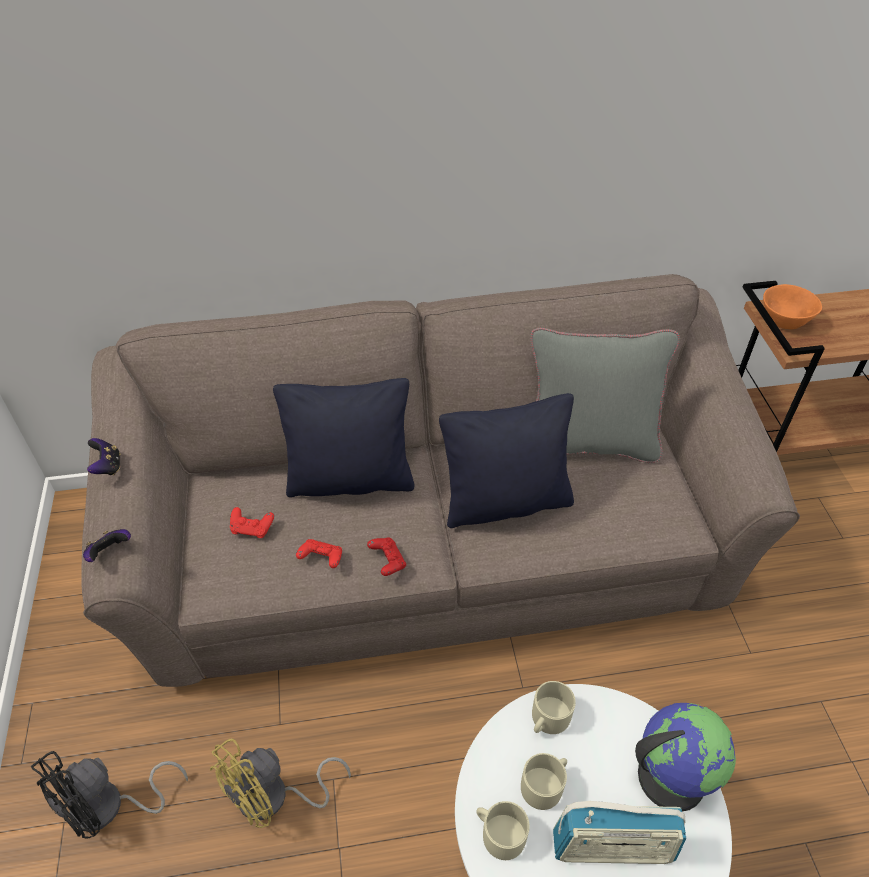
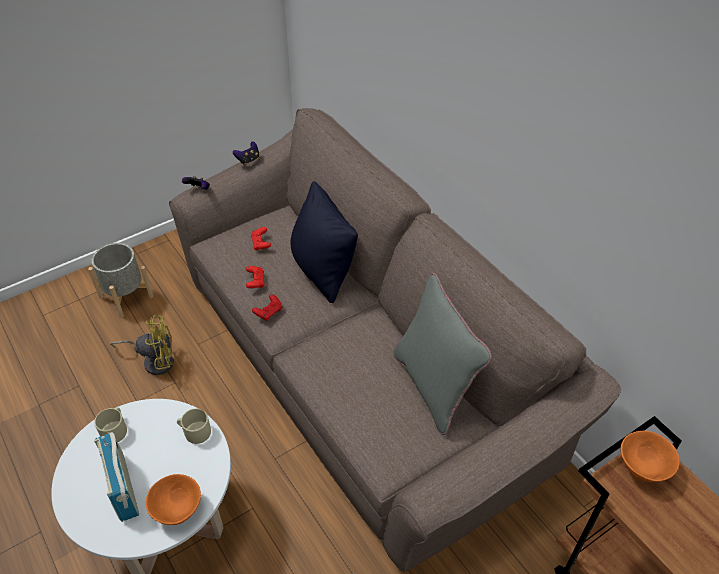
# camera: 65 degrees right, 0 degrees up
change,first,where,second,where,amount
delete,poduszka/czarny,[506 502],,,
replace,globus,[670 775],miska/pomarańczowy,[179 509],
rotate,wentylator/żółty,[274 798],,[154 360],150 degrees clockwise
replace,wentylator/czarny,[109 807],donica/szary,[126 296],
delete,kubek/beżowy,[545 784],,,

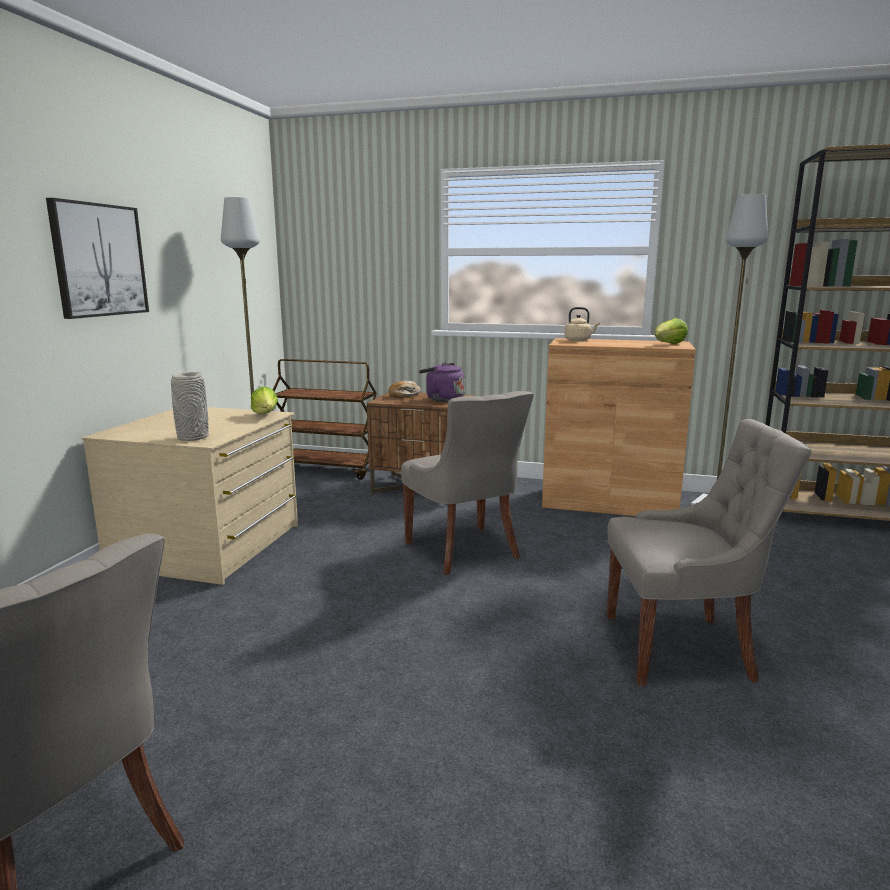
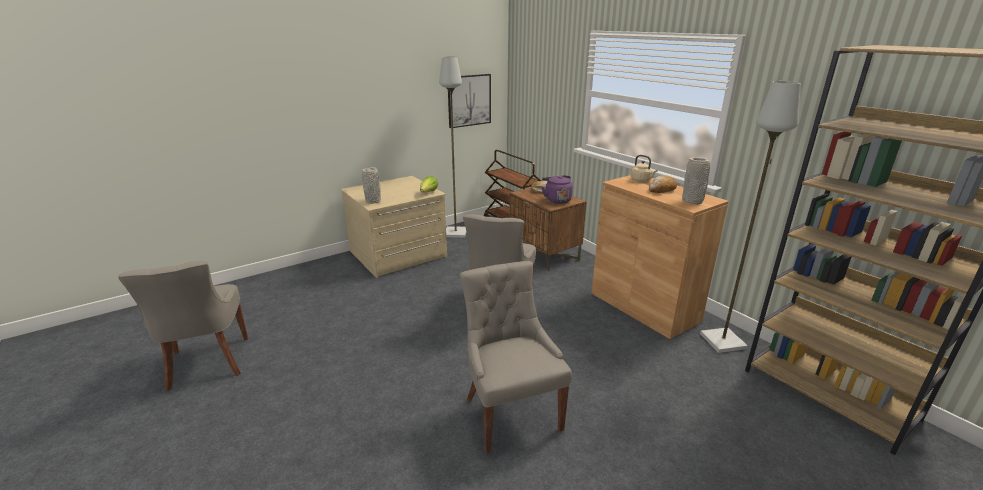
# camera: 40 degrees right, 10 degrees up
change,first,where,second,where,amount
move,obraz,[99 260],,[469 100],
replace,sałata,[668 344],wazon/szary,[693 201],
rotate,krzesło/szary,[681 648],,[510 412],150 degrees counterclockwise
insert,,,chleb,[661 189],

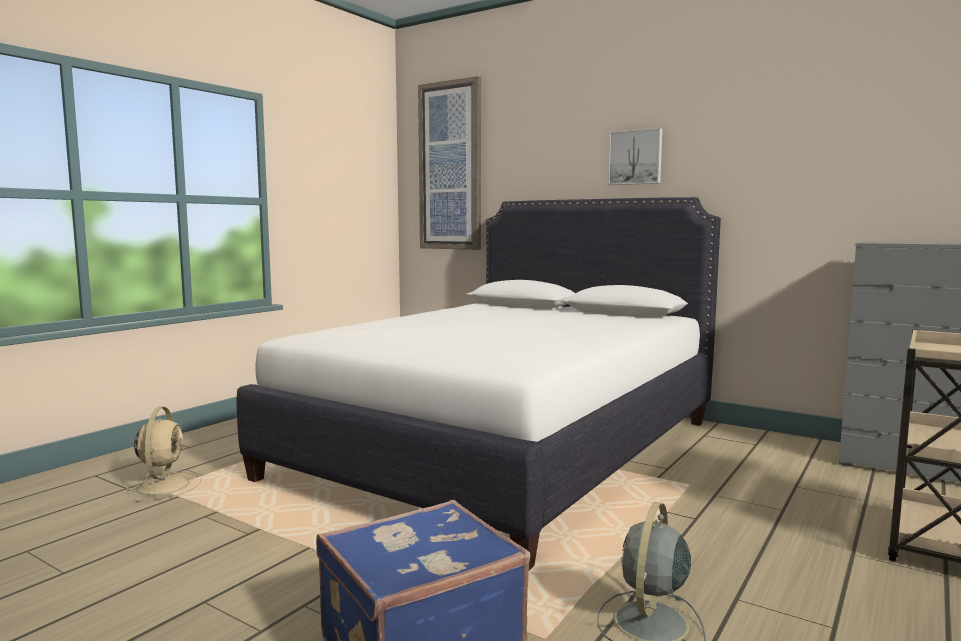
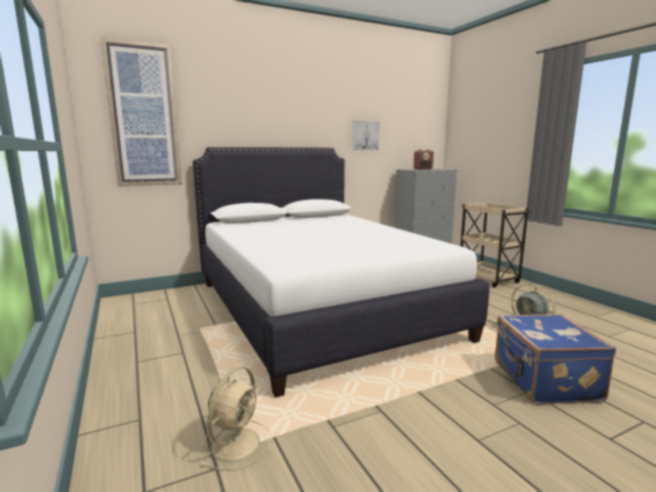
# camera: 60 degrees left, 5 degrees up
change,first,where,second,where,amount
move,obraz,[635 157],,[365 136],
rotate,wentylator/beżowy,[164 485],,[236 443],90 degrees clockwise
insert,,,radio,[423 169],

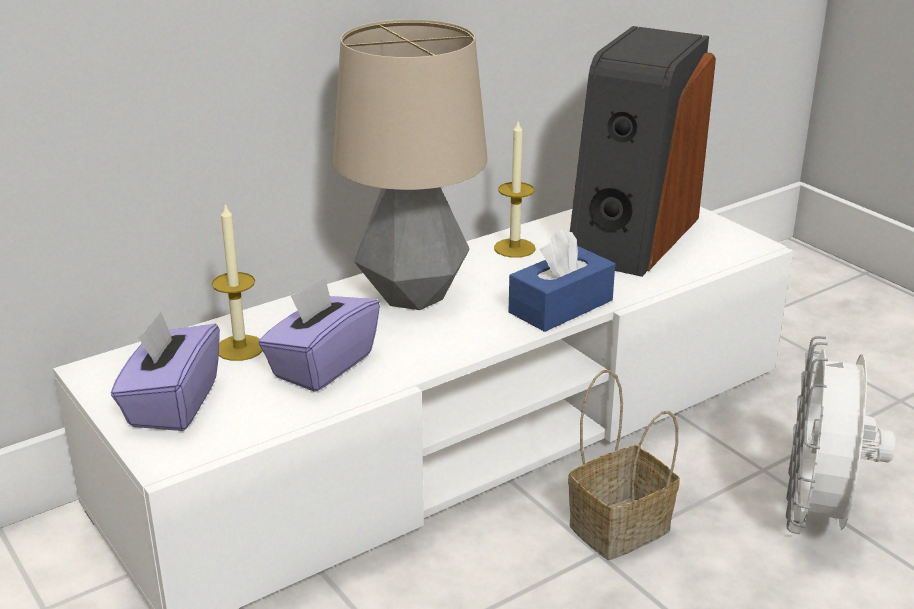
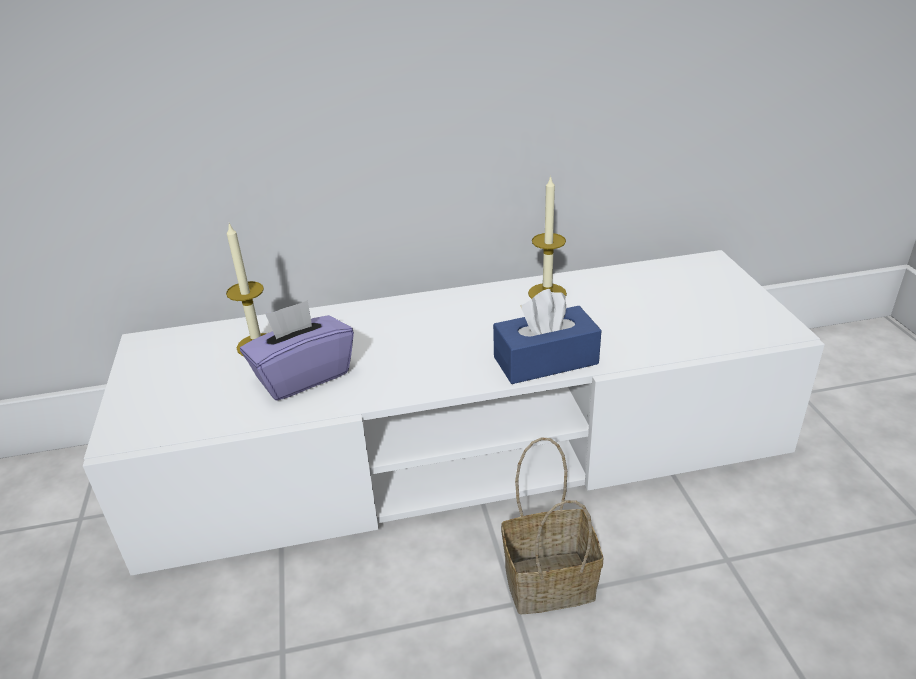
# camera: 25 degrees right, 5 degrees up
change,first,where,second,where,amount
delete,lampa stołowa,[412 295],,,
delete,głośnik,[631 237],,,
delete,pudełko chusteczek/fioletowy,[172 404],,,
delete,wentylator/biały,[818 517],,,

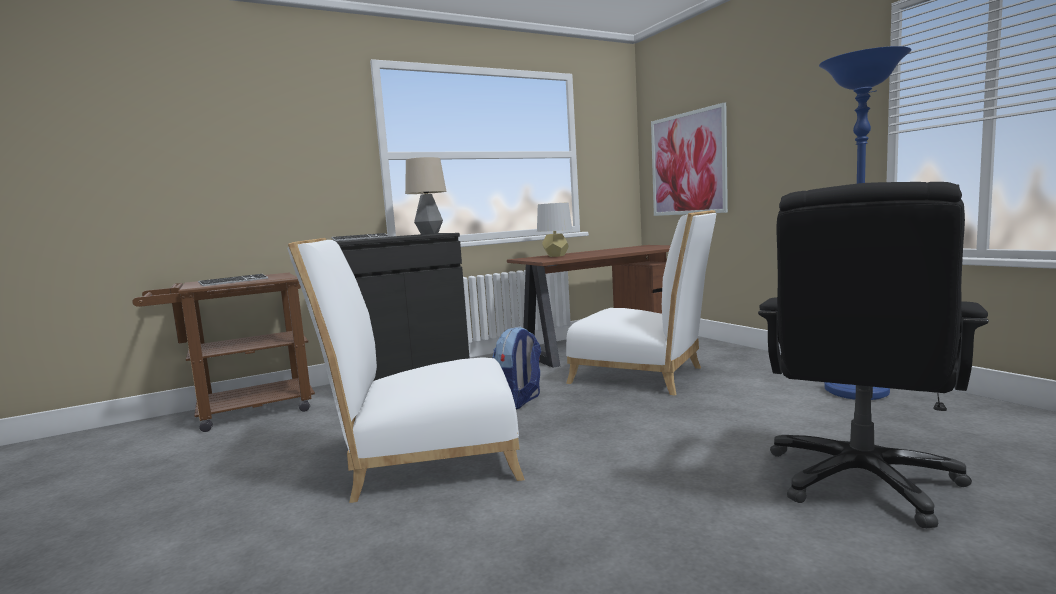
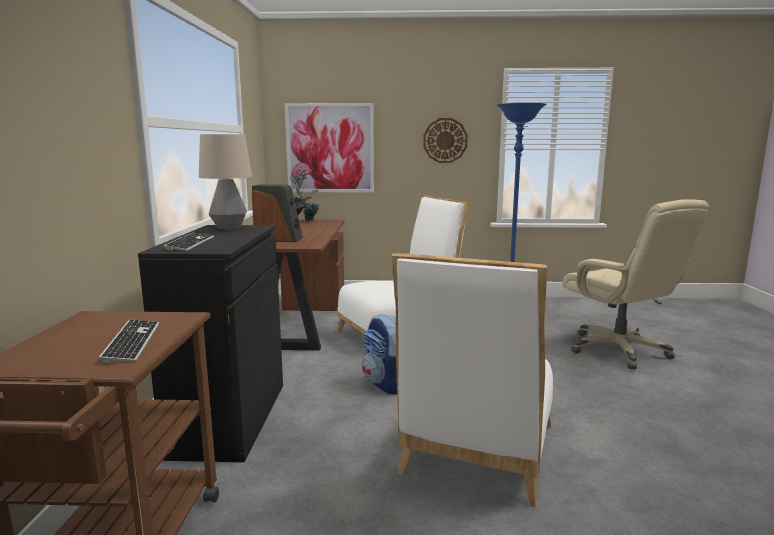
# camera: 60 degrees left, 5 degrees up
change,first,where,second,where,amount
recolor,krzesło biurowe/czarny,[861 480],krzesło biurowe/beżowy,[619 350],
replace,lampa stołowa/szary,[556 256],głośnik,[278 239],
insert,,,zegar ścienny,[445 140],
insert,,,roślina doniczkowa,[306 221],

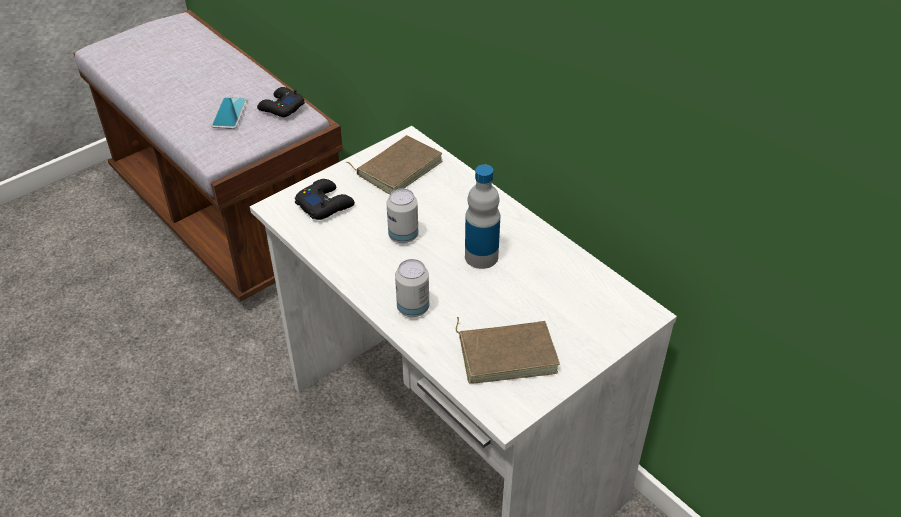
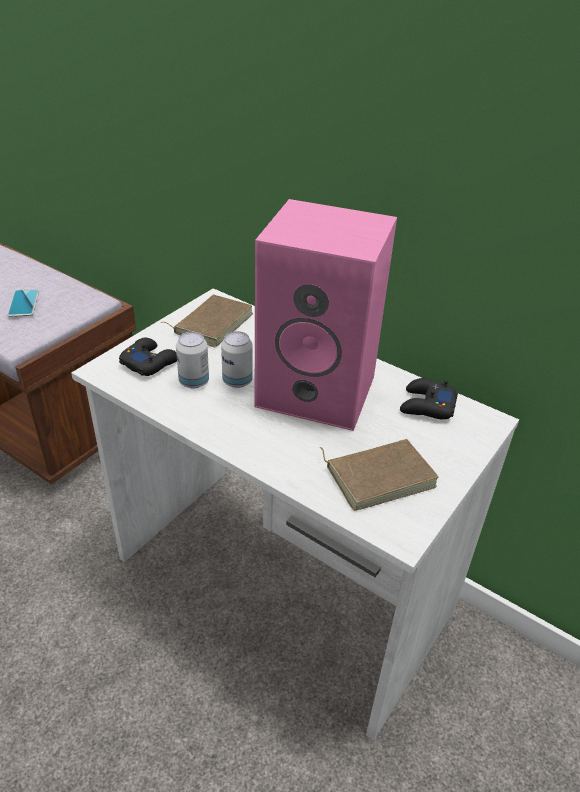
# camera: 15 degrees left, 5 degrees down
change,first,where,second,where,amount
move,pad do gier/czarny,[281 107],,[427 406],
replace,butelka,[481 257],głośnik/różowy,[319 390],
move,puszka,[413 308],,[194 382],

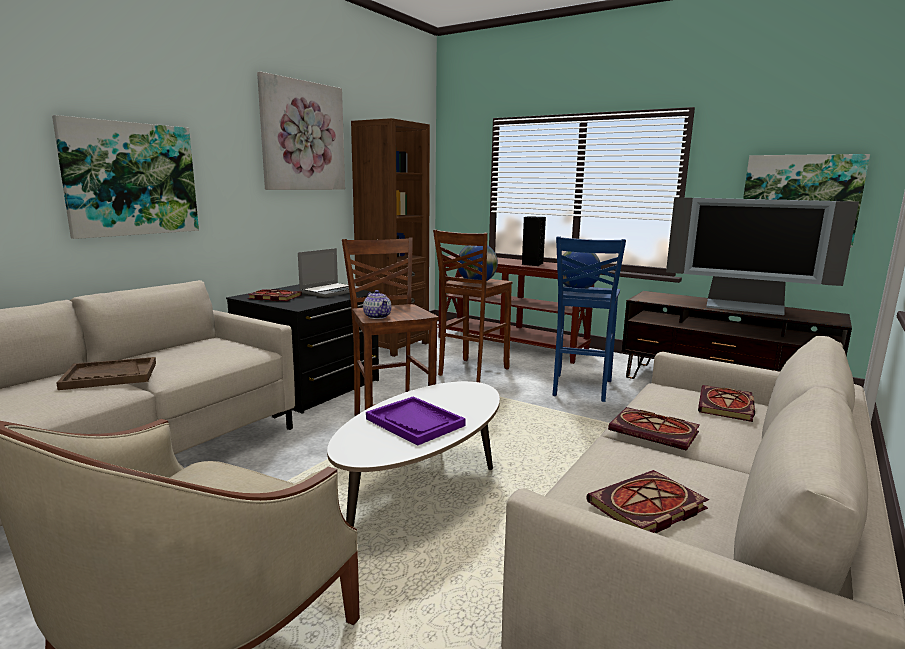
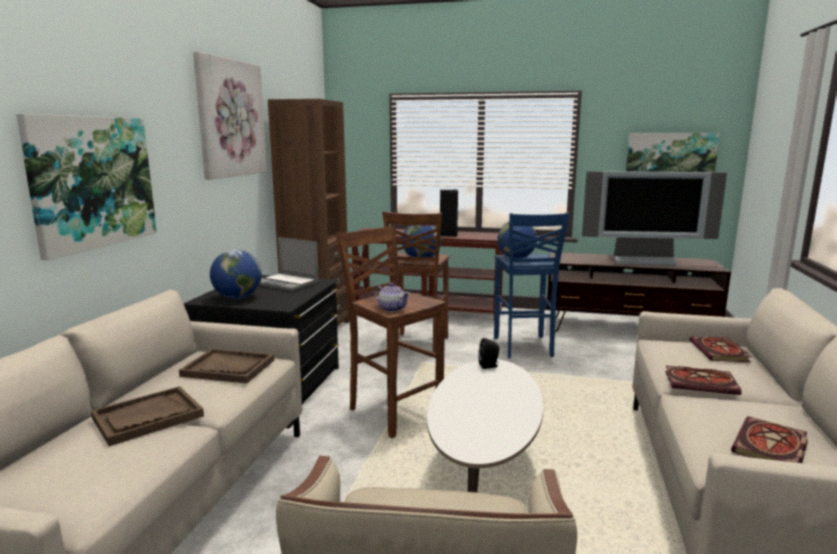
# camera: 20 degrees left, 0 degrees up
change,first,where,second,where,amount
rotate,laptop,[331 291],,[287 283],105 degrees clockwise
replace,książka,[273 297],globus,[238 298],
delete,taca/fioletowy,[415 422],,,
insert,,,głośnik/czarny,[489 366],
insert,,,taca/brązowy,[228 368],

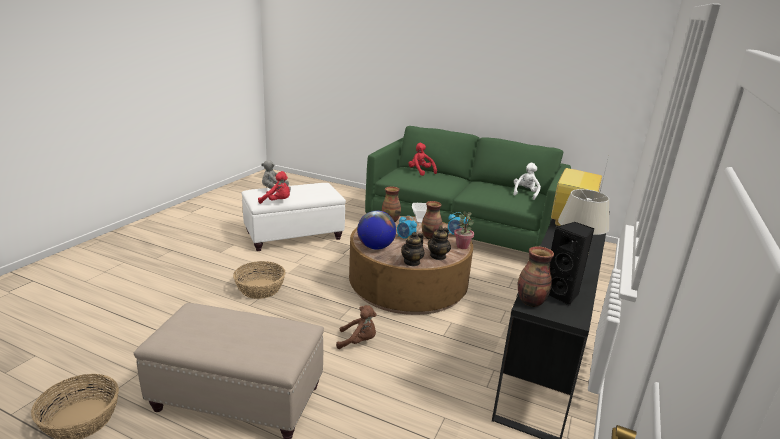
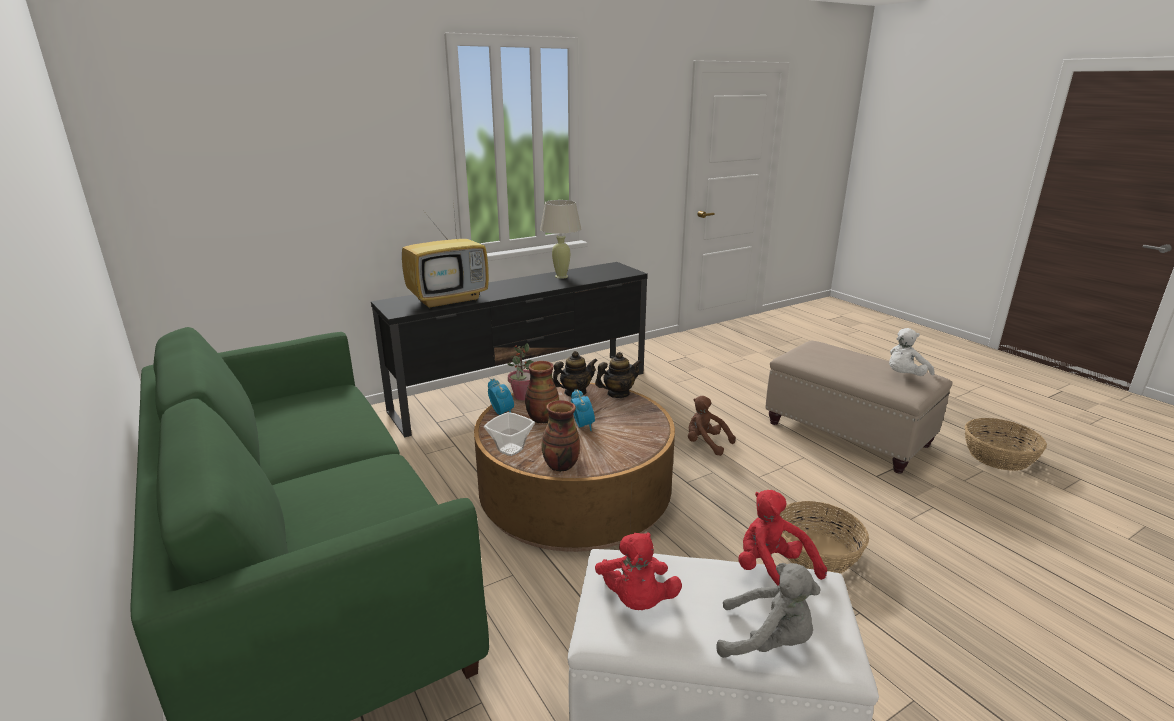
# camera: 145 degrees left, 0 degrees up
change,first,where,second,where,amount
move,pluszak/czerwony,[420 171],,[636 600],
move,pluszak/biały,[525 193],,[904 376],
delete,globus,[375 247],,,
delete,głośnik/czarny,[562 295],,,
delete,wazon,[531 302],,,

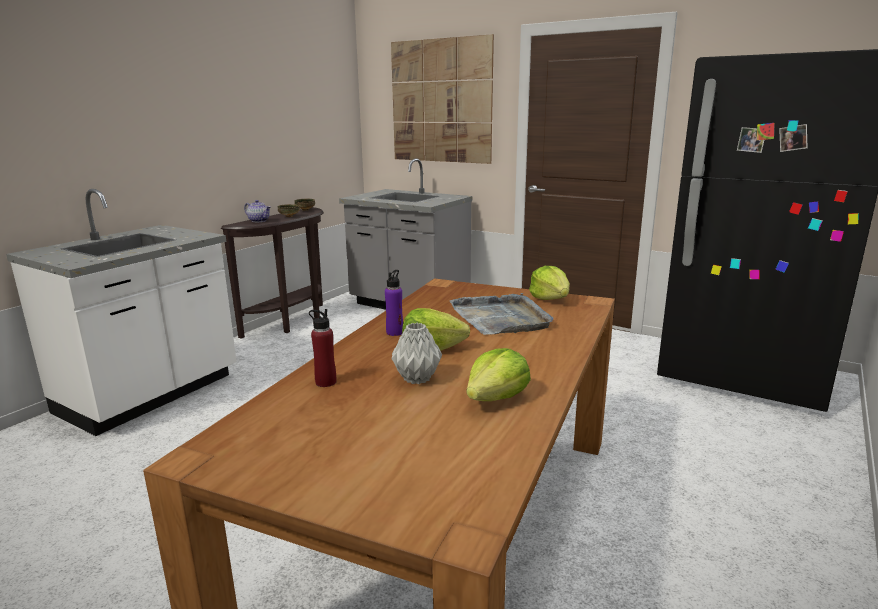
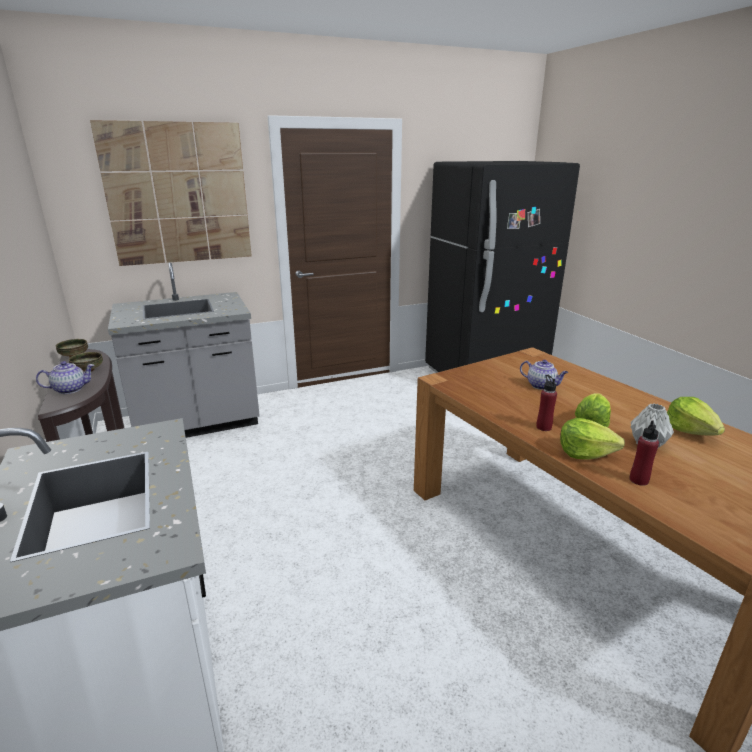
# camera: 55 degrees left, 5 degrees up
change,first,where,second,where,amount
move,sałata,[550 298],,[585 453],
recolor,butelka/fioletowy,[395 332],butelka/czerwony,[543 427],
replace,taca/szary,[501 318],imbryk,[542 386],

